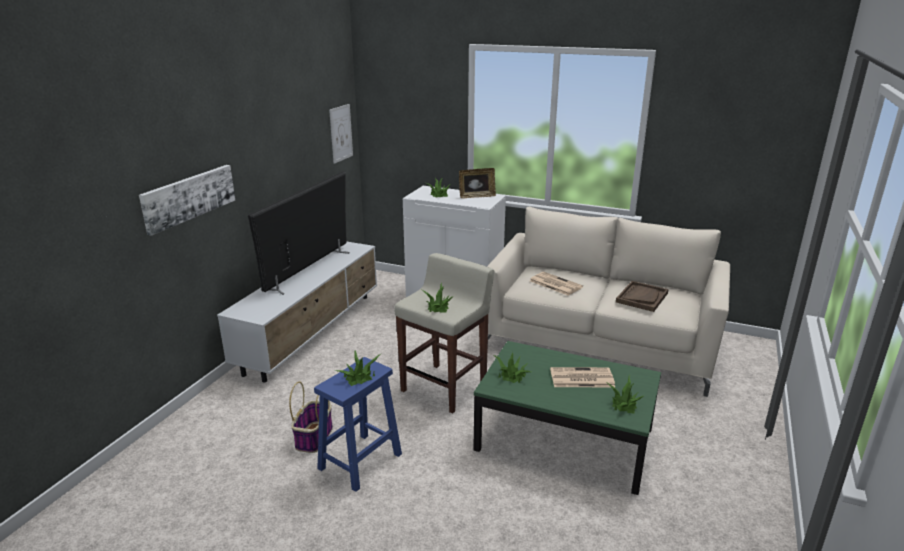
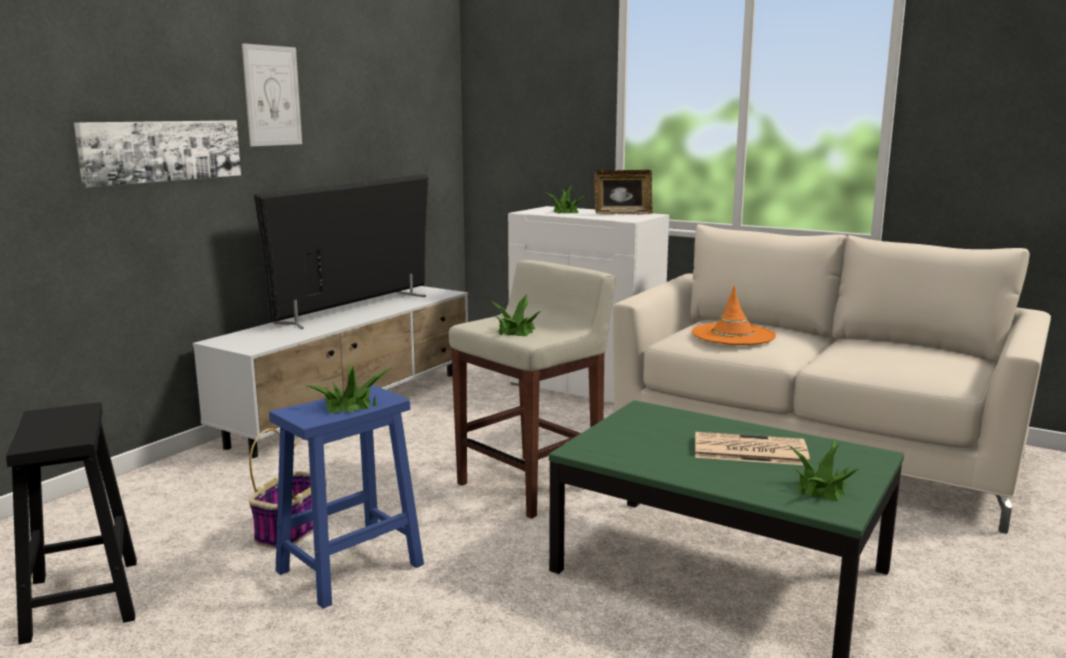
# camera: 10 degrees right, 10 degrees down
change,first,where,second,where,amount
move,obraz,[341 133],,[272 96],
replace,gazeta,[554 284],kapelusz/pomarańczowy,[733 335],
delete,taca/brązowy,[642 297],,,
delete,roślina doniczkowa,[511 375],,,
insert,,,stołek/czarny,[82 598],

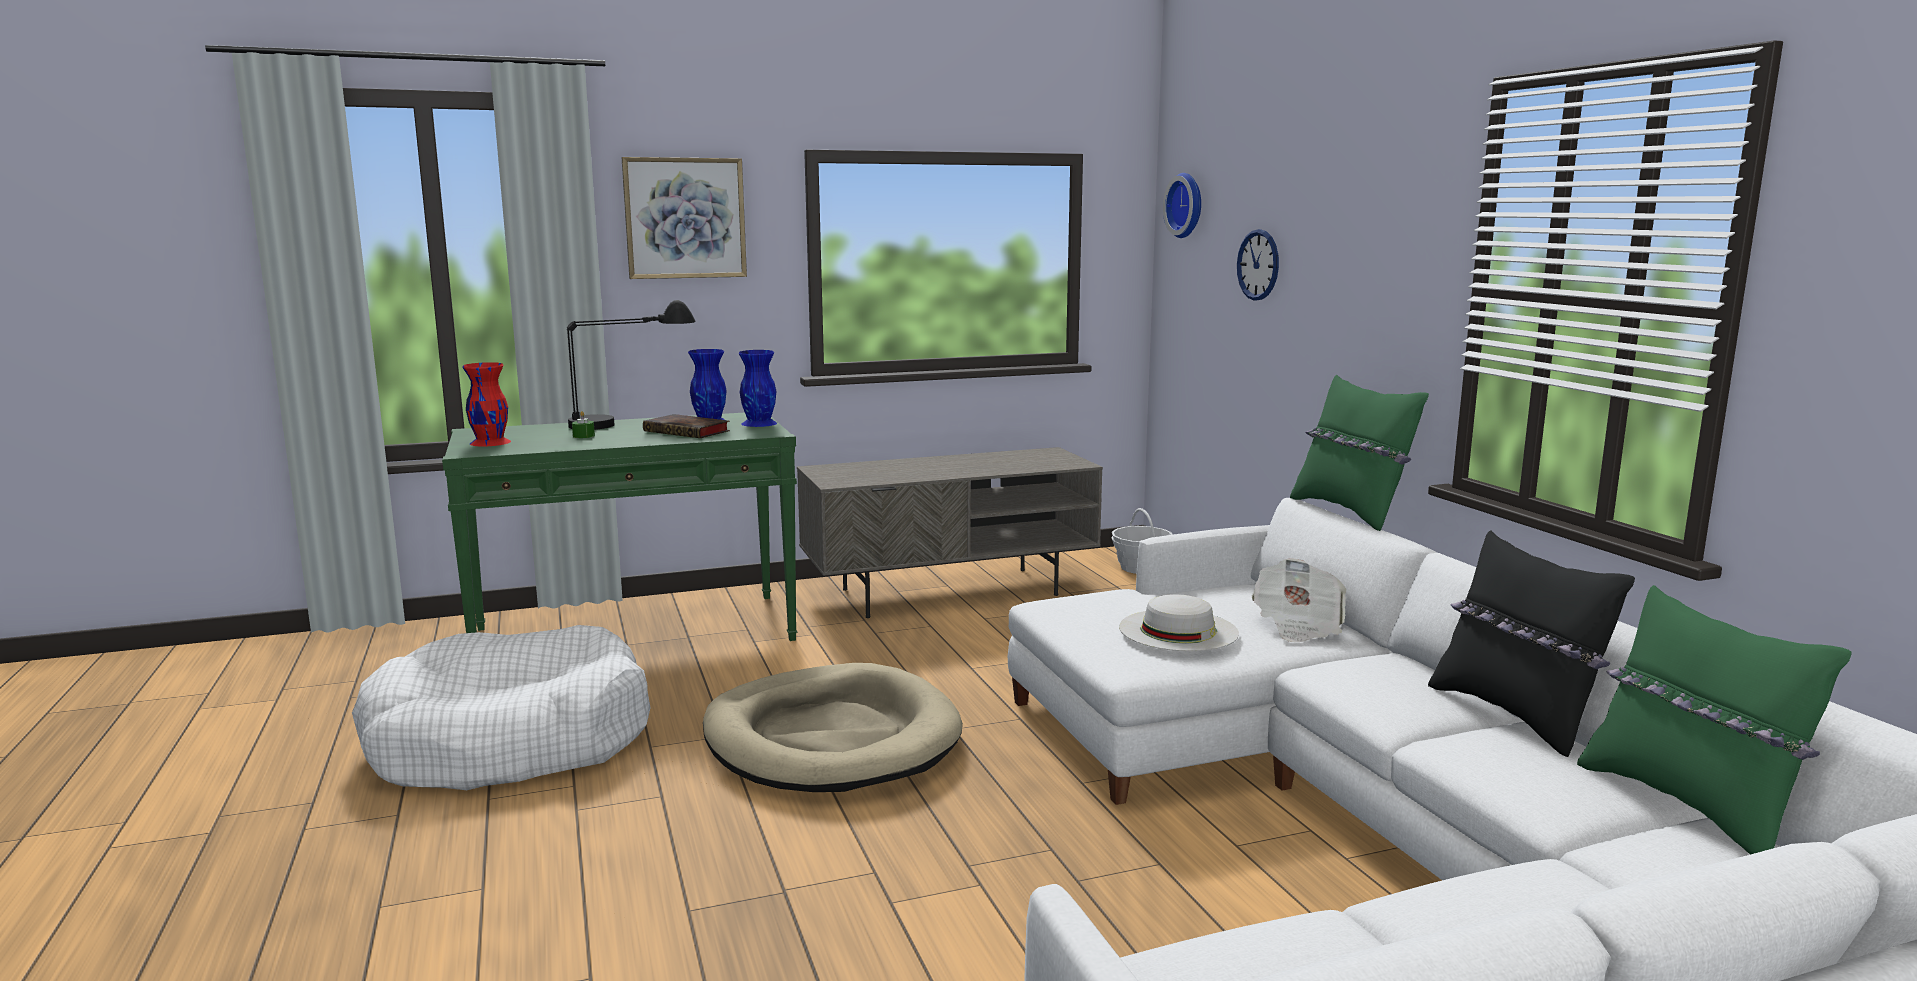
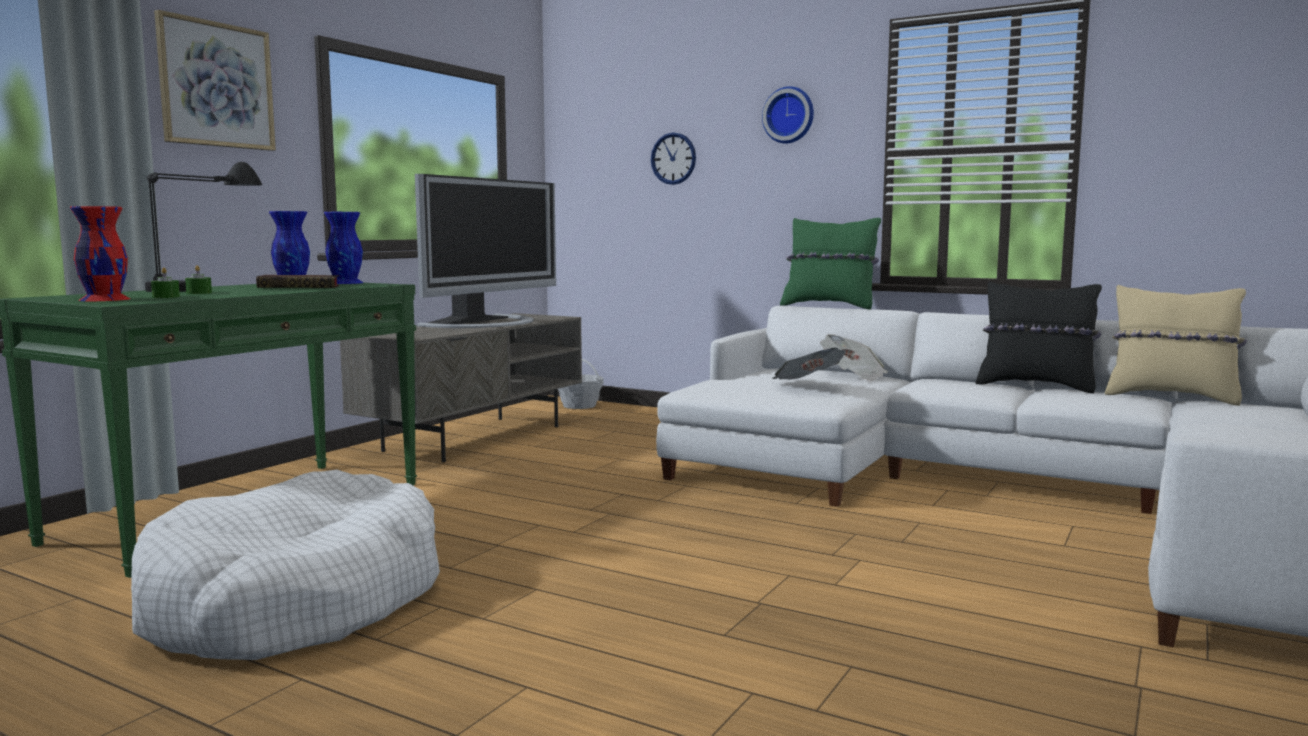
# camera: 40 degrees left, 5 degrees down
change,first,where,second,where,amount
move,zegar ścienny,[1187 205],,[789 115],
recolor,poduszka/zielony,[1689 806],poduszka/beżowy,[1171 397],
replace,kapelusz/biały,[1178 630],gazeta,[807 384],
delete,legowisko/beżowy,[831 739],,,
insert,,,telewizor,[486 322],
insert,,,świeca/zielony,[166 297],

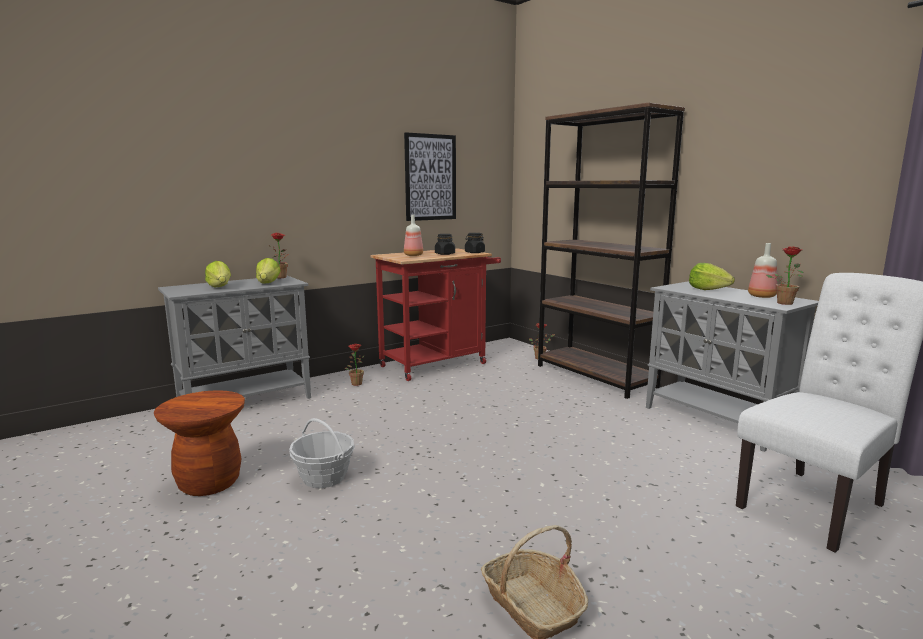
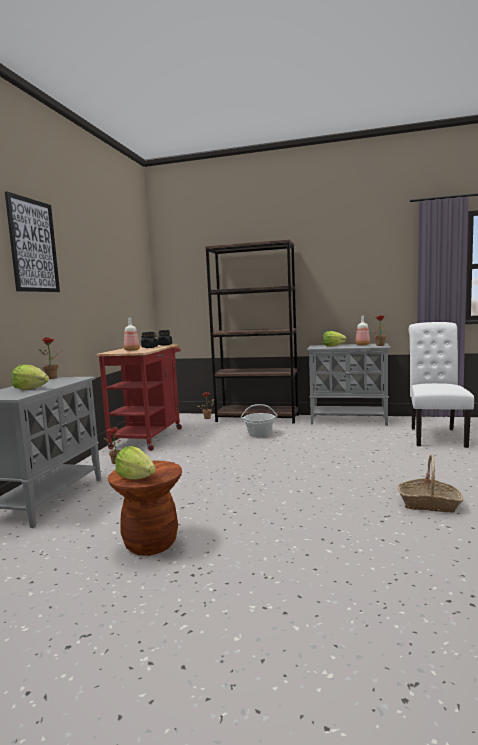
# camera: 40 degrees left, 5 degrees down
change,first,where,second,where,amount
move,obraz,[430 177],,[33 246],
move,sałata,[268 283],,[136 477],
move,koszyk,[324 477],,[259 434],

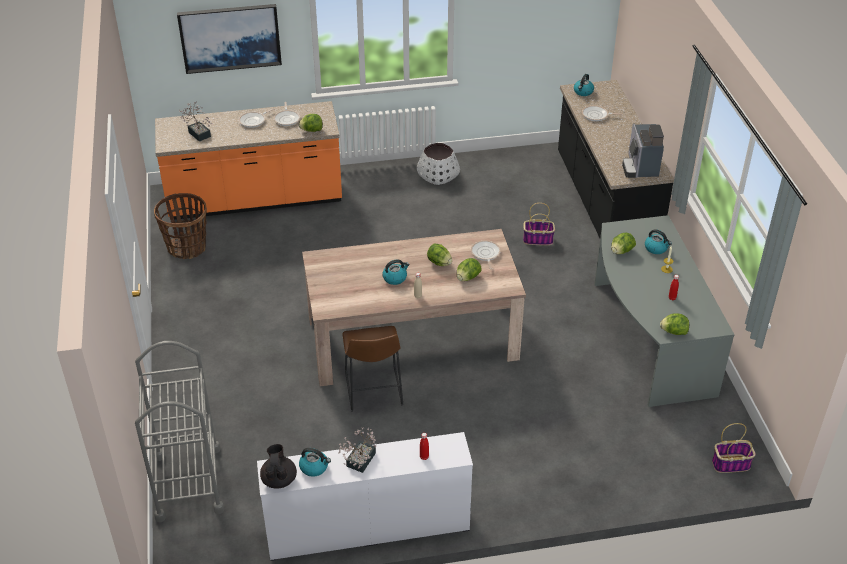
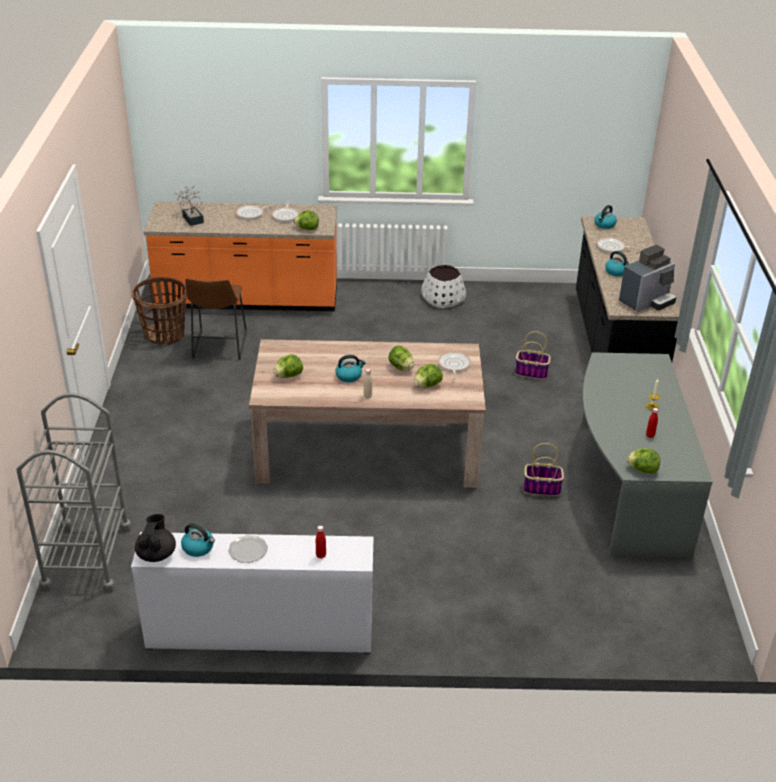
# camera: 10 degrees right, 5 degrees down
change,first,where,second,where,amount
delete,obraz,[230 37],,,
rotate,ekspres do kawy,[640 167],,[647 301],135 degrees counterclockwise
move,czajnik,[656 248],,[617 272],
move,sałata,[621 251],,[288 376],
move,stołek/brązowy,[373 392],,[218 348],
move,koszyk,[731 464],,[542 488],
replace,roślina doniczkowa,[359 462],talerz,[248 550],

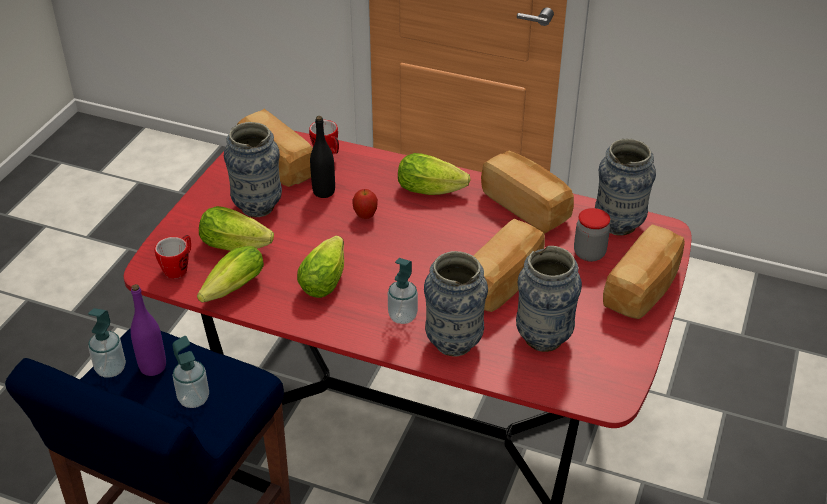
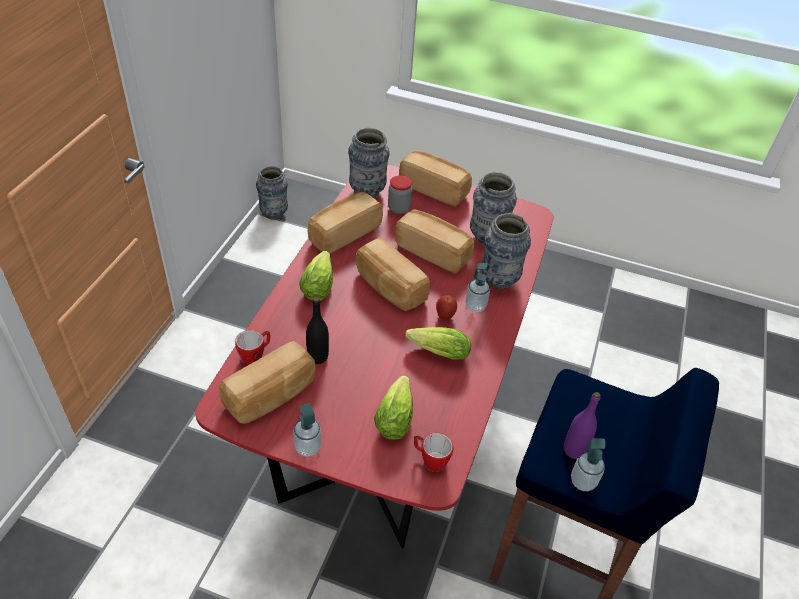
# camera: 95 degrees left, 5 degrees up
change,first,where,second,where,amount
move,wazon,[258 207],,[274 213],
move,jabłko,[365 216],,[445 316],
delete,sałata,[230 291],,,
move,dozownik mydła,[194 399],,[307 447],
insert,,,chleb,[389 287],

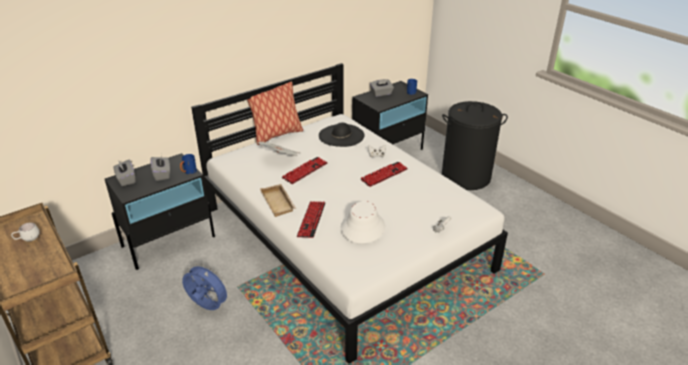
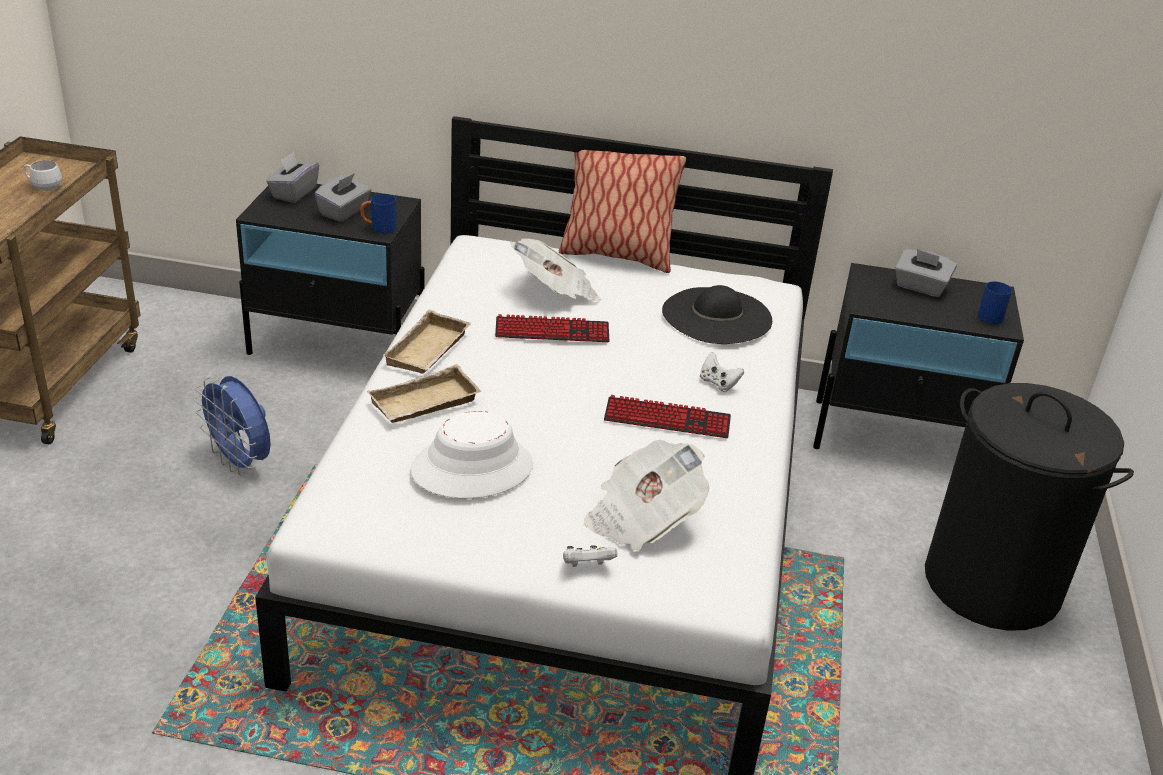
# camera: 45 degrees right, 0 degrees up
change,first,where,second,where,amount
replace,klawiatura,[311 220],taca/beżowy,[424 404],
rotate,wentylator/niebieski,[207 307],,[240 463],150 degrees clockwise
insert,,,gazeta,[642 518],

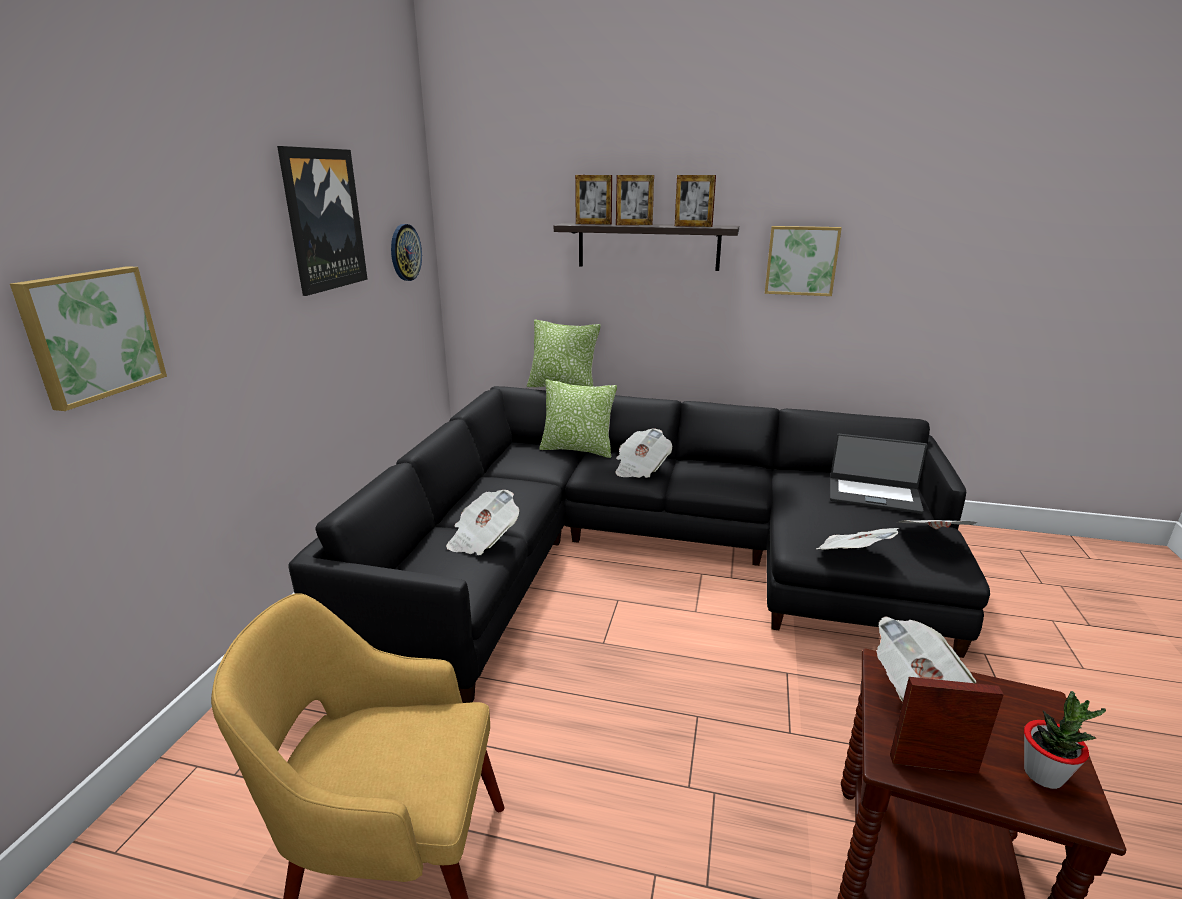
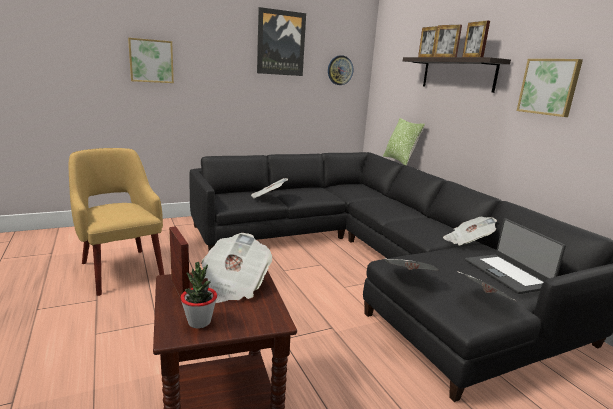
# camera: 50 degrees right, 5 degrees down
change,first,where,second,where,amount
delete,poduszka,[577 450],,,
move,gazeta,[640 468],,[467 242],

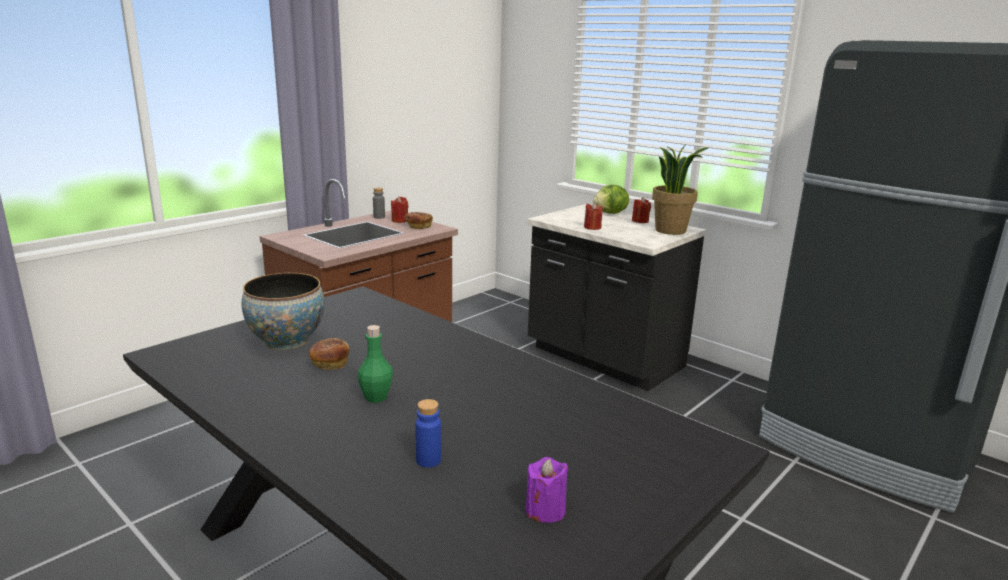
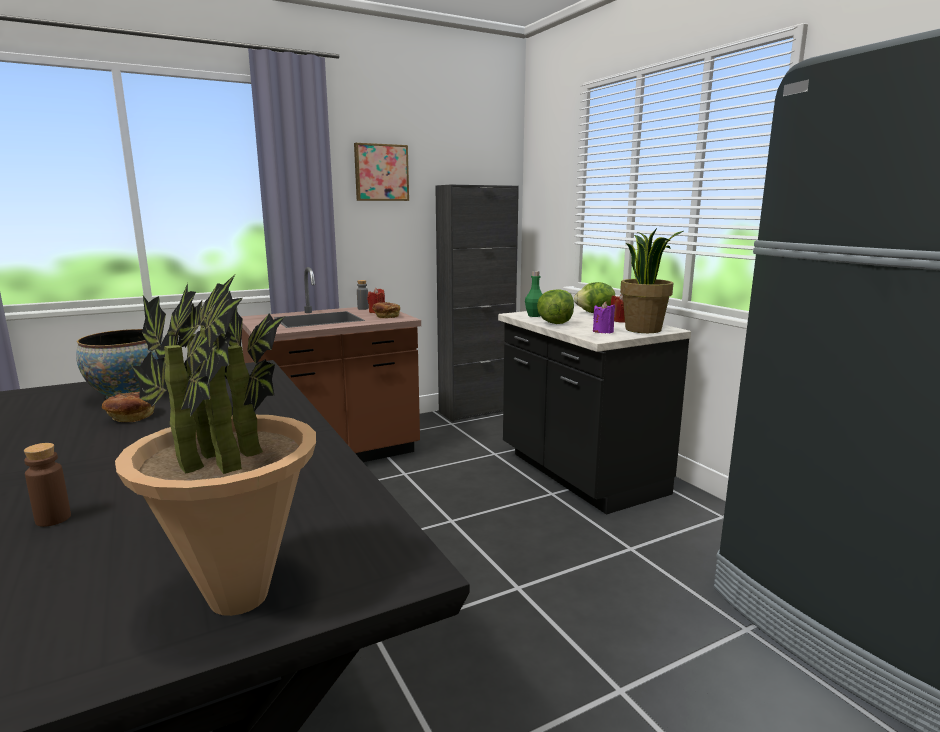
# camera: 20 degrees right, 5 degrees down
change,first,where,second,where,amount
replace,świeca/czerwony,[592 227],sałata,[555 323],
move,butelka/zielony,[376 397],,[534 316],
recolor,butelka/niebieski,[428 460],butelka/brązowy,[53 519],
move,świeca/fioletowy,[545 510],,[603 331],
insert,,,obraz,[381 172],
insert,,,szafka/czarny,[476 411],
insert,,,roślina doniczkowa,[237 597],

